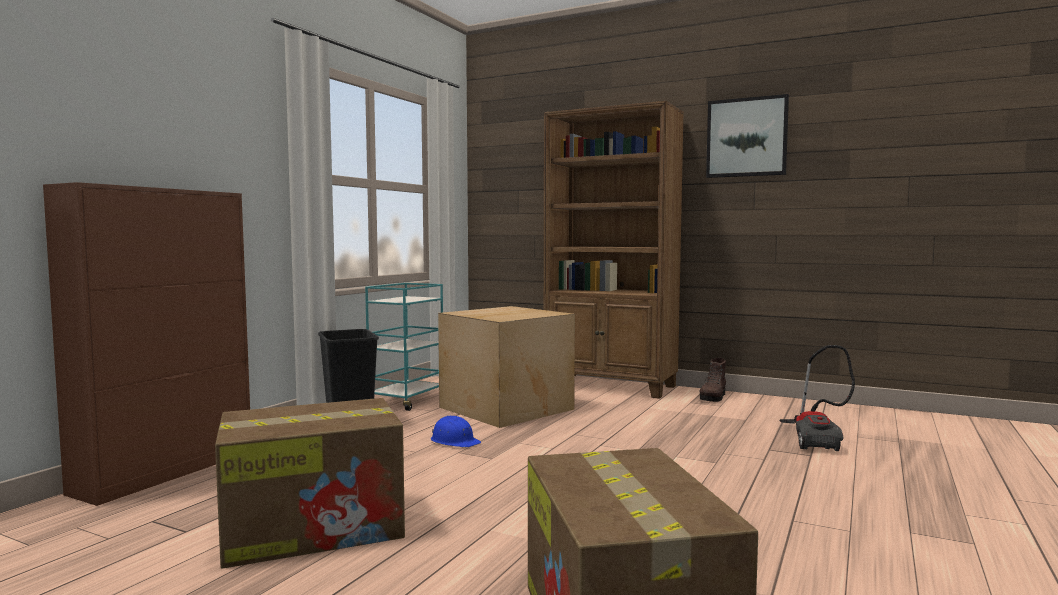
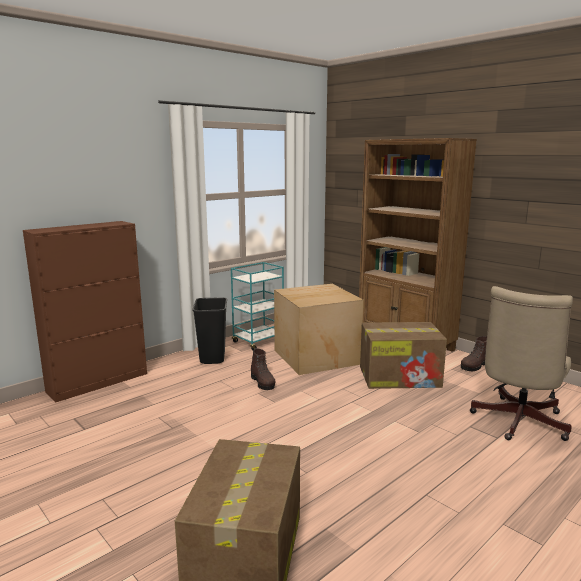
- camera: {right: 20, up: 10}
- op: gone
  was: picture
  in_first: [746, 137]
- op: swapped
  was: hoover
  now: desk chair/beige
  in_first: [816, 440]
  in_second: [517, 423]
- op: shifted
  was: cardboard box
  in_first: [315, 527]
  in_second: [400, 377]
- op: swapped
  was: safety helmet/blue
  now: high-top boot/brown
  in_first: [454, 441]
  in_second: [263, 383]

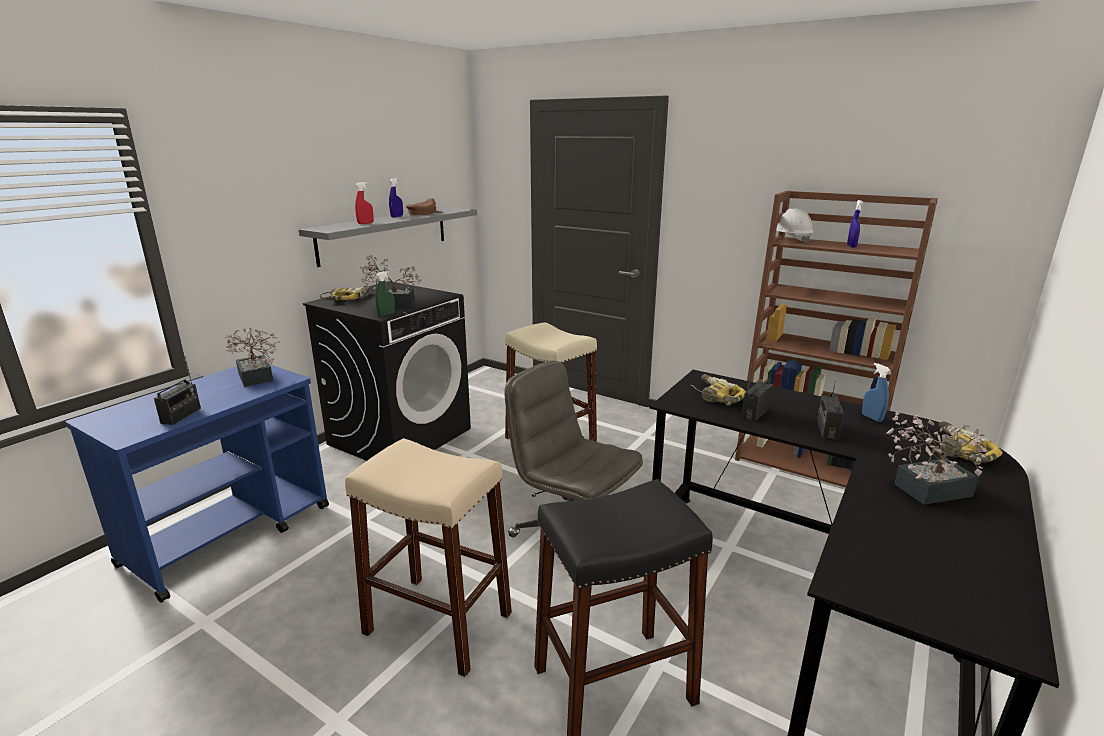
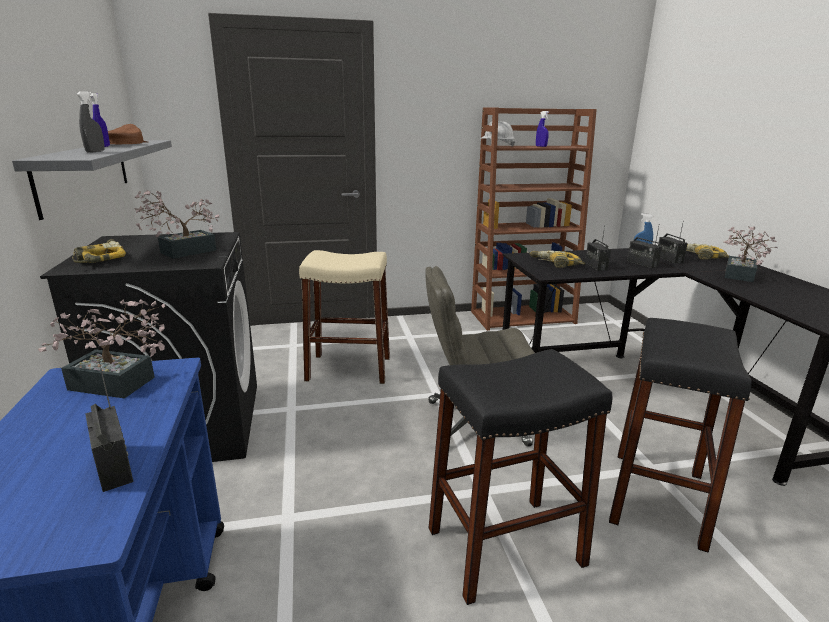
- camera: {right: -45, up: 0}
- op: repainted
  was: sprayer/reddish
  now: sprayer/greyish
  in_first: [365, 223]
  in_second: [95, 151]
- op: gone
  was: sprayer/green
  in_first: [386, 314]
- op: repainted
  was: stool seat/beige
  now: stool seat/blackish
  in_first: [438, 623]
  in_second: [505, 547]
- op: new
  now: radio
  in_second: [669, 259]

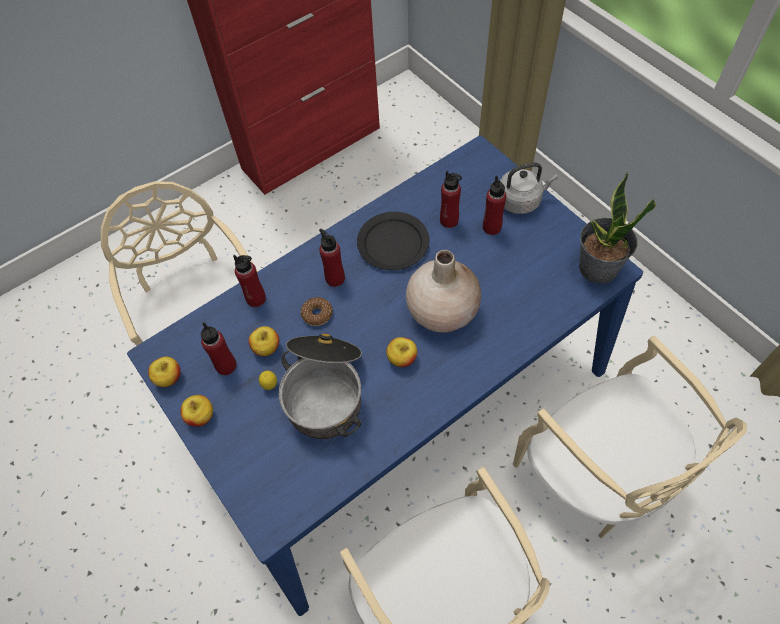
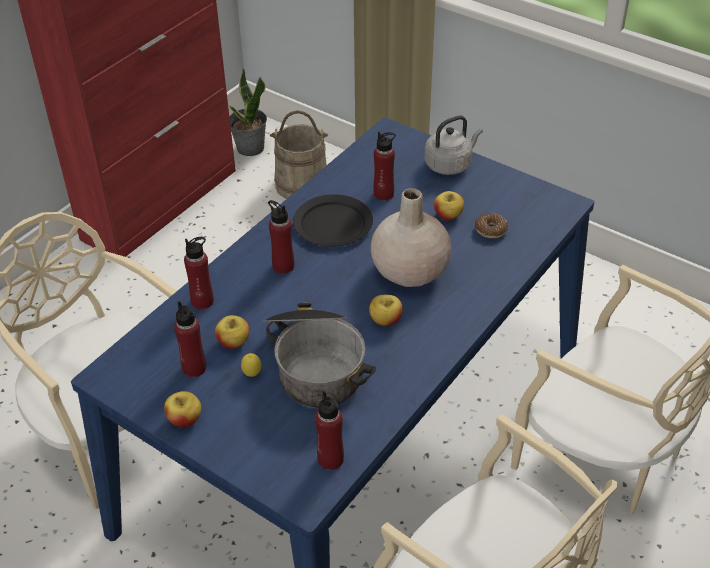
- camera: {right: -20, up: -15}
- op: shifted
  was: plant in a pot
  in_first: [597, 268]
  in_second: [250, 148]
- op: shifted
  was: drink bottle/reddish
  in_first: [491, 227]
  in_second: [330, 459]
- op: shifted
  was: doughnut
  in_first: [317, 314]
  in_second: [491, 230]
- op: shifted
  was: whole apple
  in_first: [169, 378]
  in_second: [448, 215]
- op: new
  now: bucket/beige
  in_second: [302, 184]

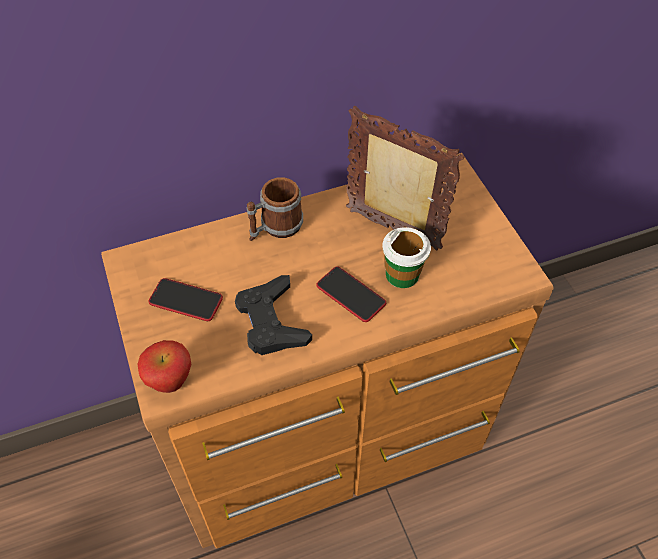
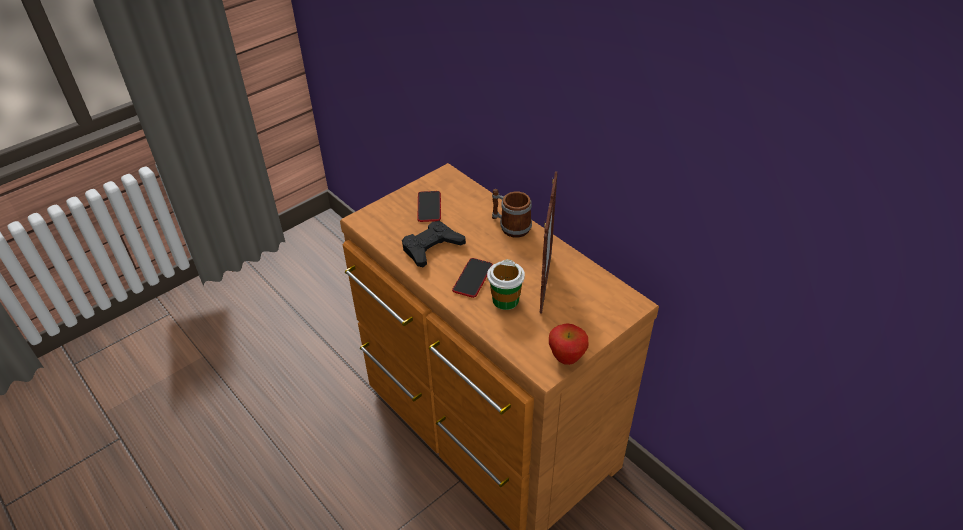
- camera: {right: 70, up: -10}
- op: shifted
  was: whole apple
  in_first: [170, 382]
  in_second: [566, 359]

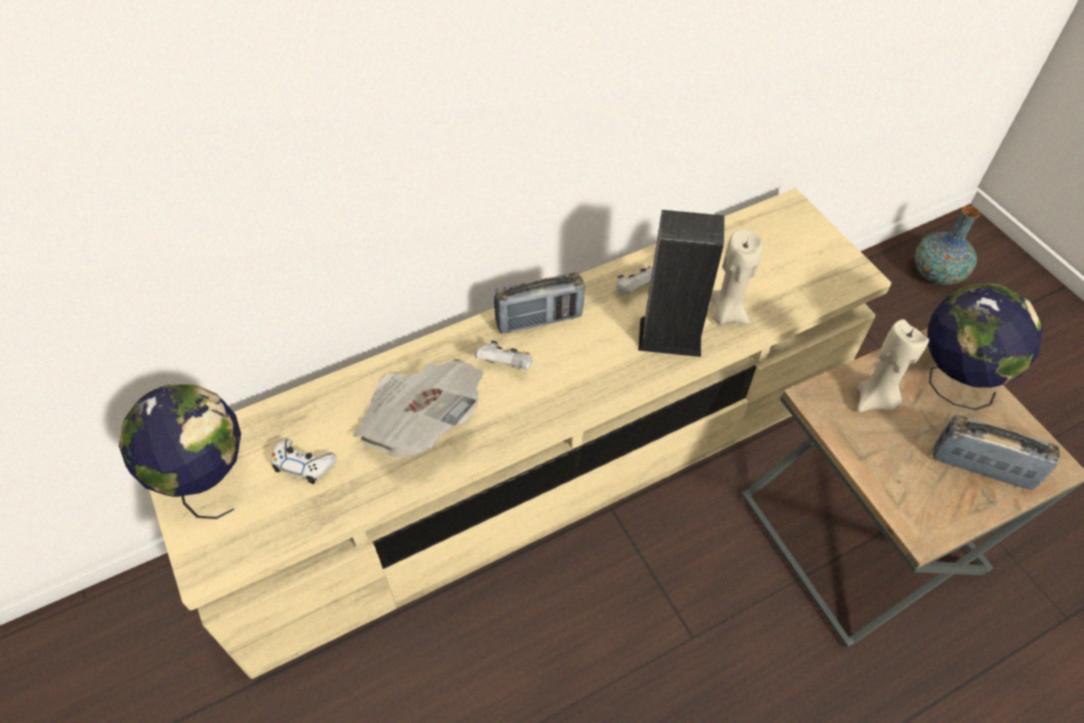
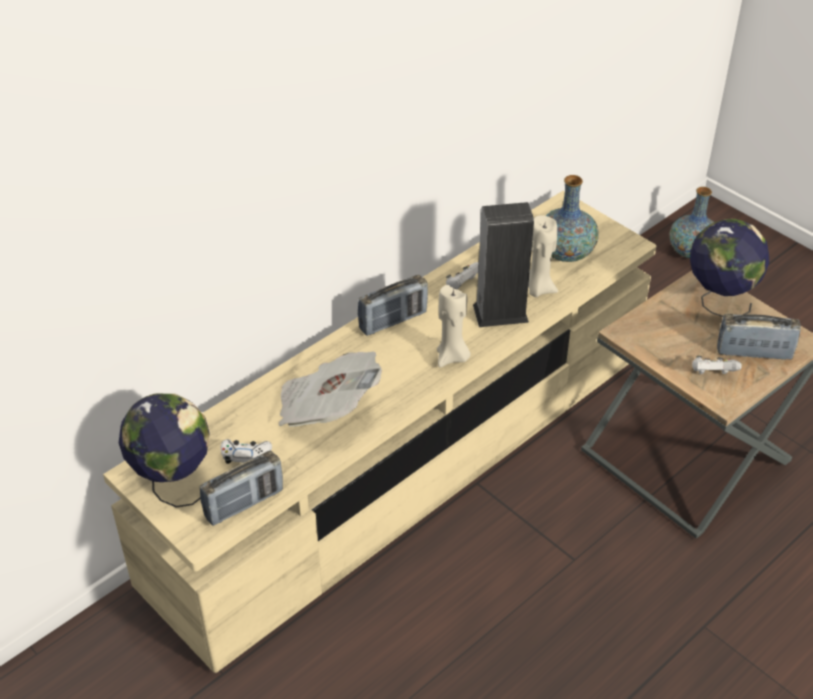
- camera: {right: -15, up: -10}
- op: shifted
  was: wax candle/beige
  in_first: [875, 400]
  in_second: [452, 357]
- op: shifted
  was: gamepad/whitish
  in_first: [506, 366]
  in_second: [712, 374]
- op: new
  now: vase
  in_second: [565, 253]
- op: new
  now: radio
  in_second: [244, 504]

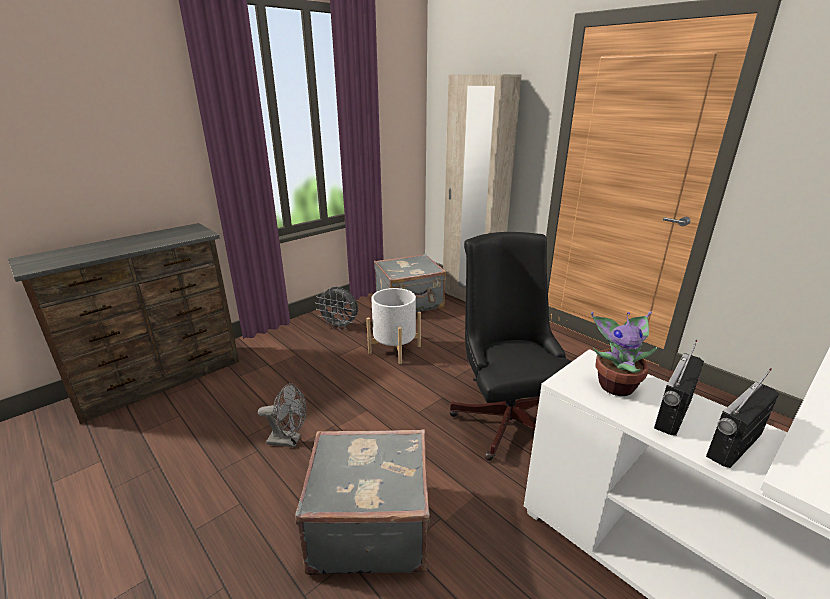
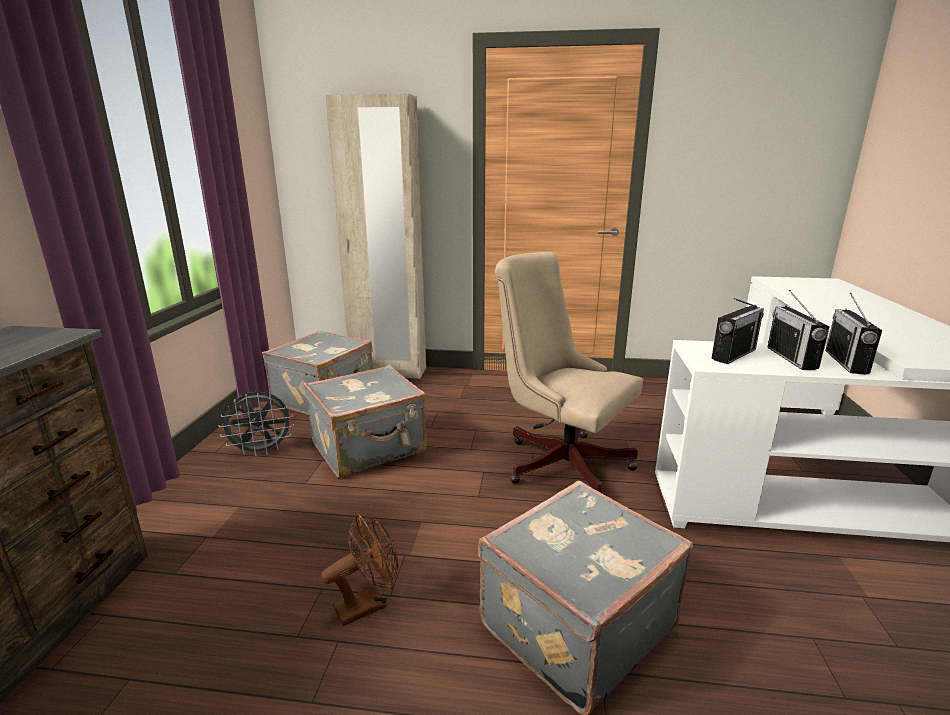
- camera: {right: -40, up: -5}
- op: repainted
  was: desk chair/blackish
  now: desk chair/beige
  in_first: [506, 417]
  in_second: [559, 461]
- op: swapped
  was: planter/whitish
  now: travel case/greyish
  in_first: [394, 349]
  in_second: [370, 448]
- op: swapped
  was: plant in a pot
  now: radio
  in_first: [615, 385]
  in_second: [734, 354]
- op: repainted
  was: electric fan/greyish
  now: electric fan/brown
  in_first: [289, 440]
  in_second: [368, 604]

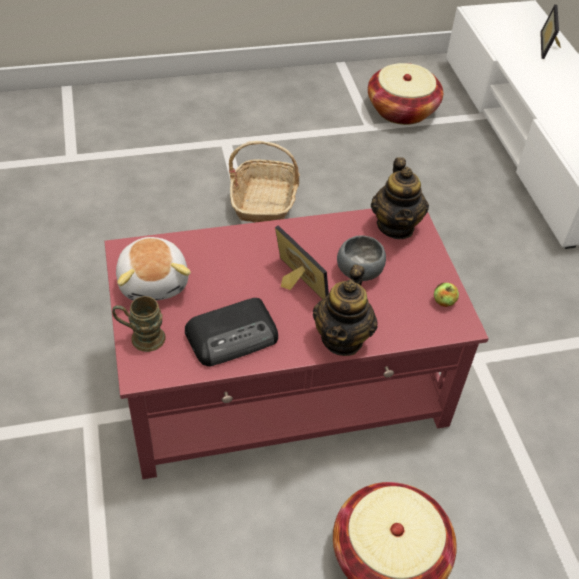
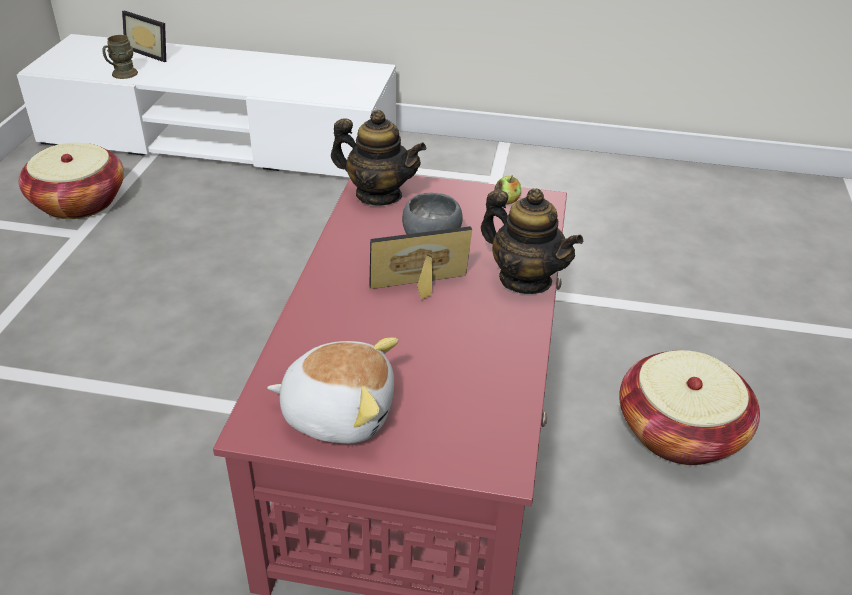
- camera: {right: -65, up: -10}
- op: gone
  was: household basket
  in_first: [264, 200]
- op: shifted
  was: tea mug/brown
  in_first: [141, 338]
  in_second: [121, 75]
- op: gone
  was: radio
  in_first: [233, 336]

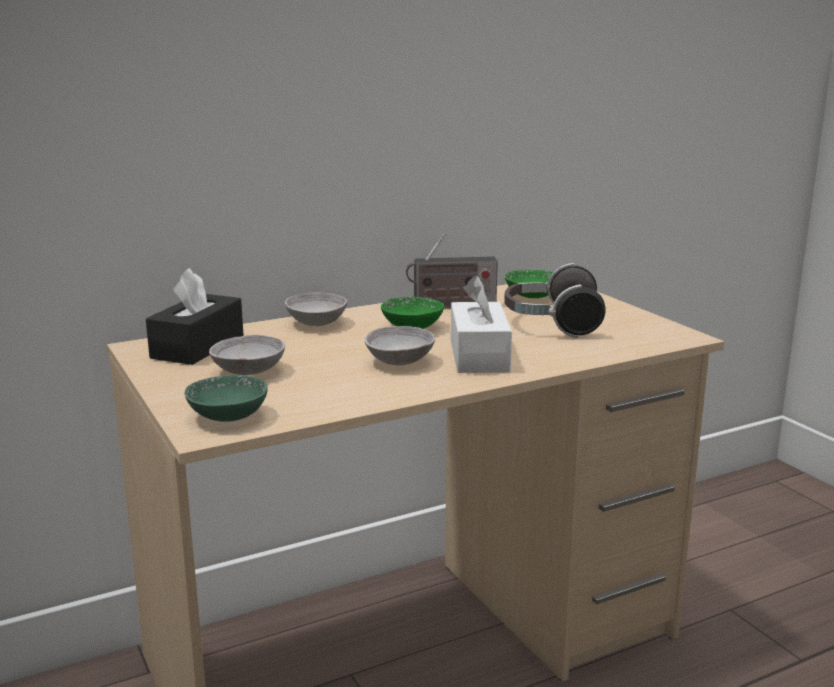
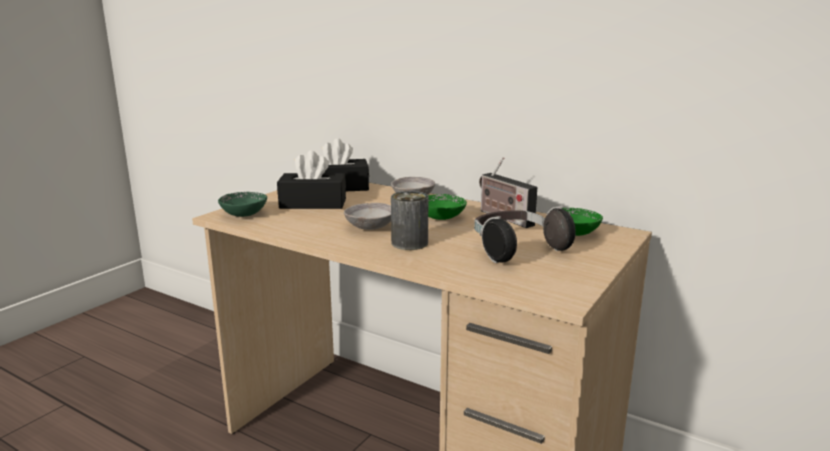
- camera: {right: 60, up: 0}
- op: swapped
  was: tissue holder/whitish
  now: metal can
  in_first: [479, 355]
  in_second: [409, 243]
- op: swapped
  was: serving bowl/greyish
  now: tissue holder/blackish
  in_first: [249, 371]
  in_second: [313, 203]

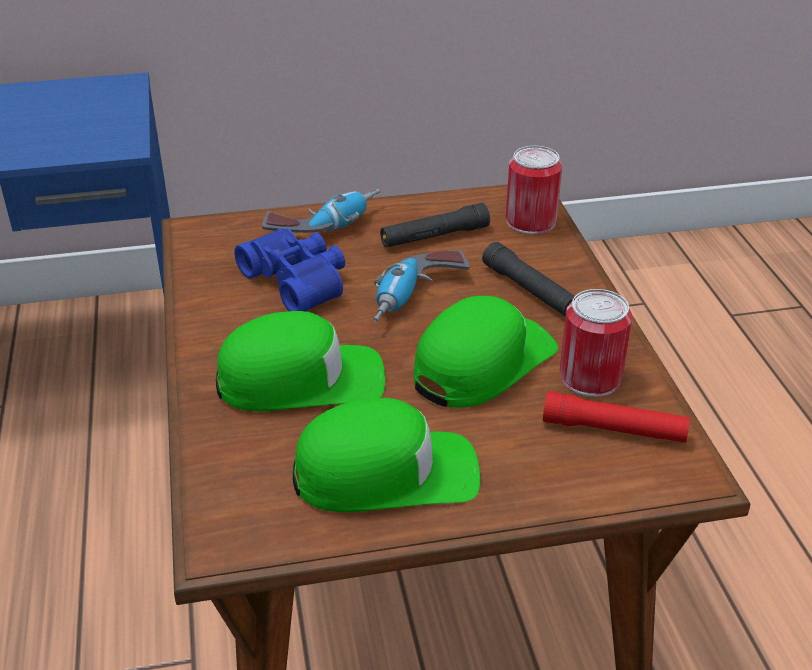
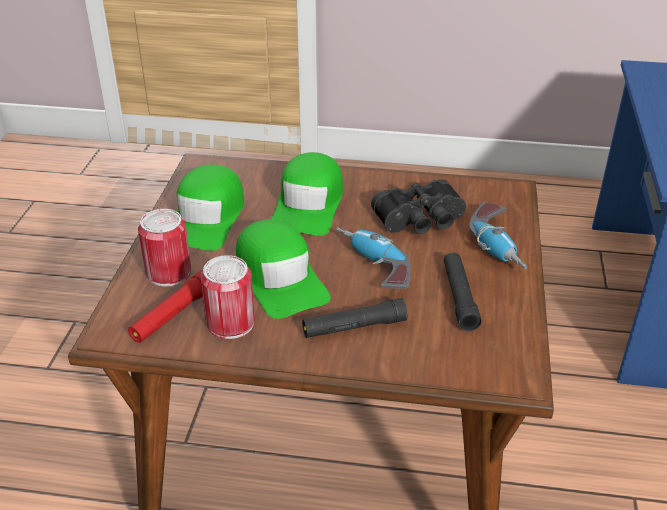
- camera: {right: 110, up: 0}
- op: shifted
  was: metal can
  in_first: [530, 221]
  in_second: [168, 272]
- op: repainted
  was: binoculars/blue
  now: binoculars/blackish
  in_first: [299, 281]
  in_second: [421, 221]

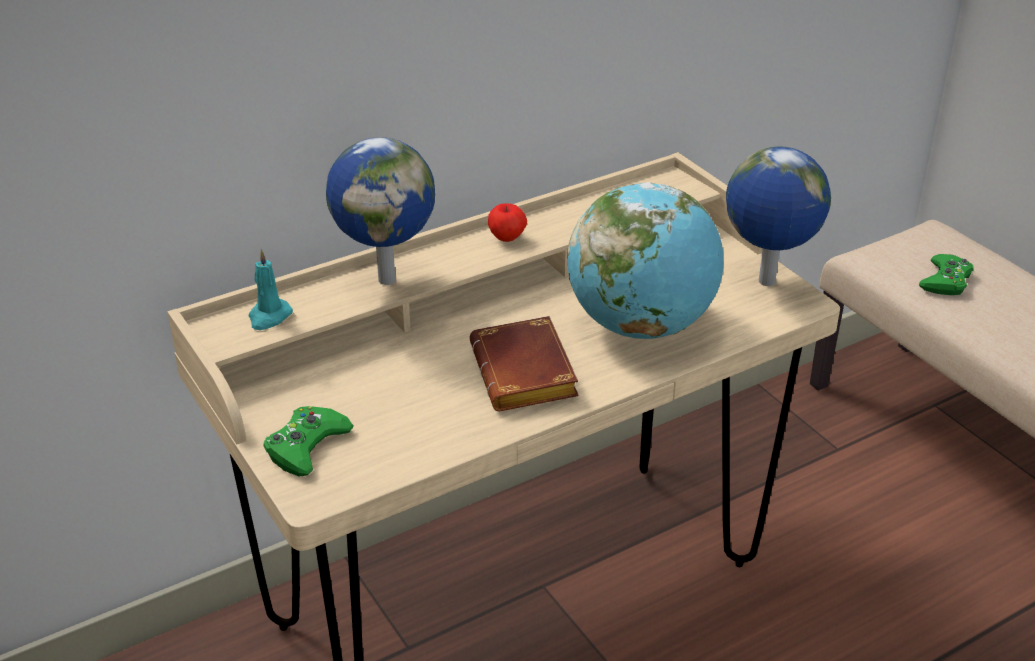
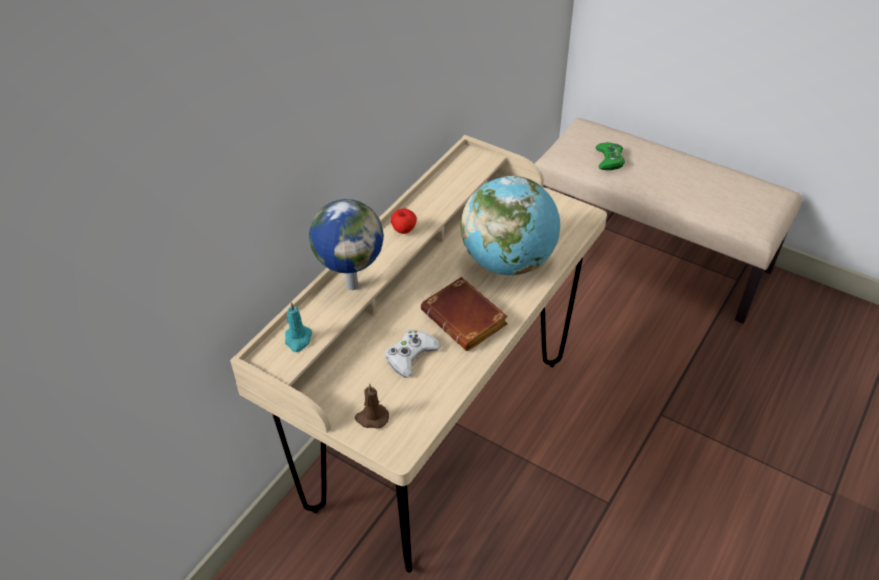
- camera: {right: -25, up: 10}
- op: gone
  was: globe
  in_first: [766, 282]
- op: swapped
  was: gamepad/green
  now: wax candle/brown
  in_first: [306, 446]
  in_second: [371, 418]
- op: new
  now: gamepad/whitish
  in_second: [411, 355]

